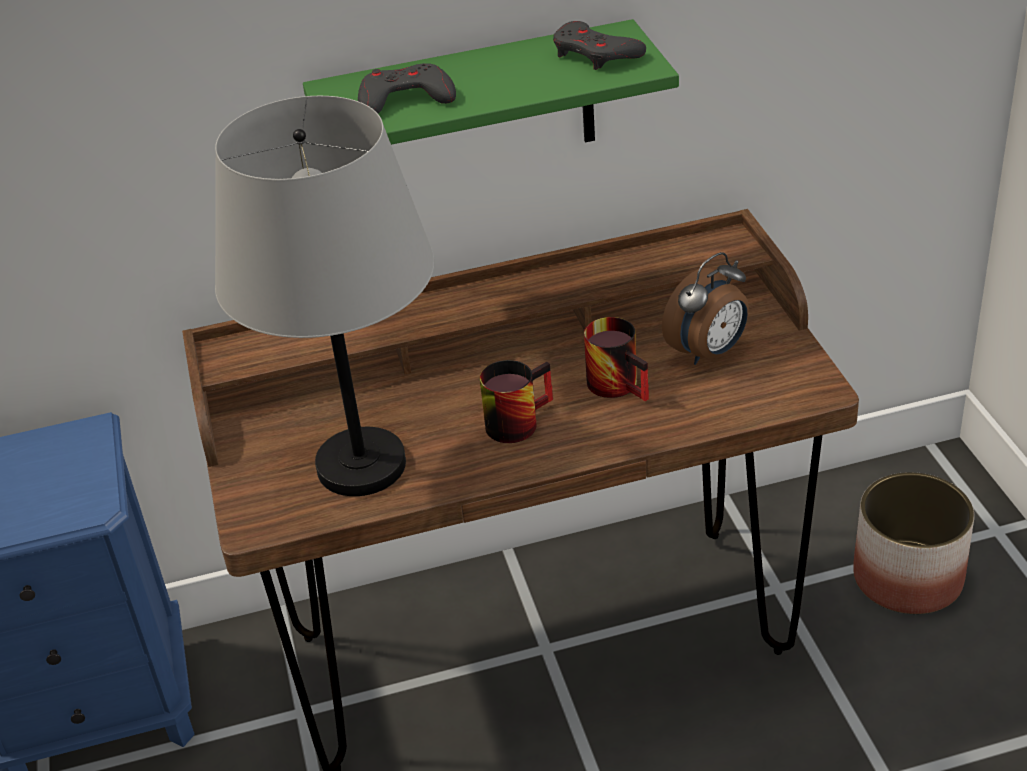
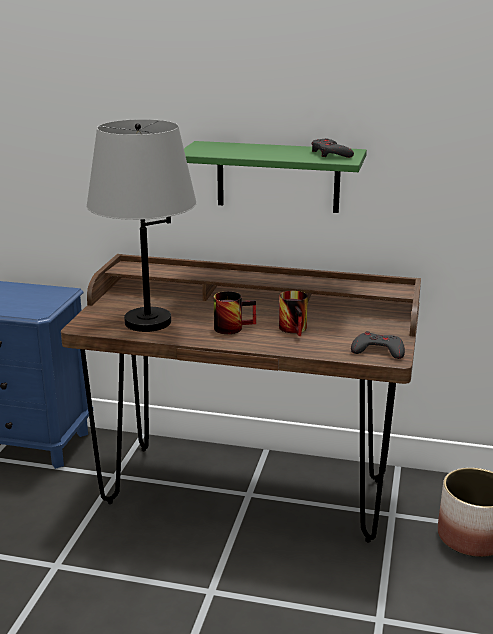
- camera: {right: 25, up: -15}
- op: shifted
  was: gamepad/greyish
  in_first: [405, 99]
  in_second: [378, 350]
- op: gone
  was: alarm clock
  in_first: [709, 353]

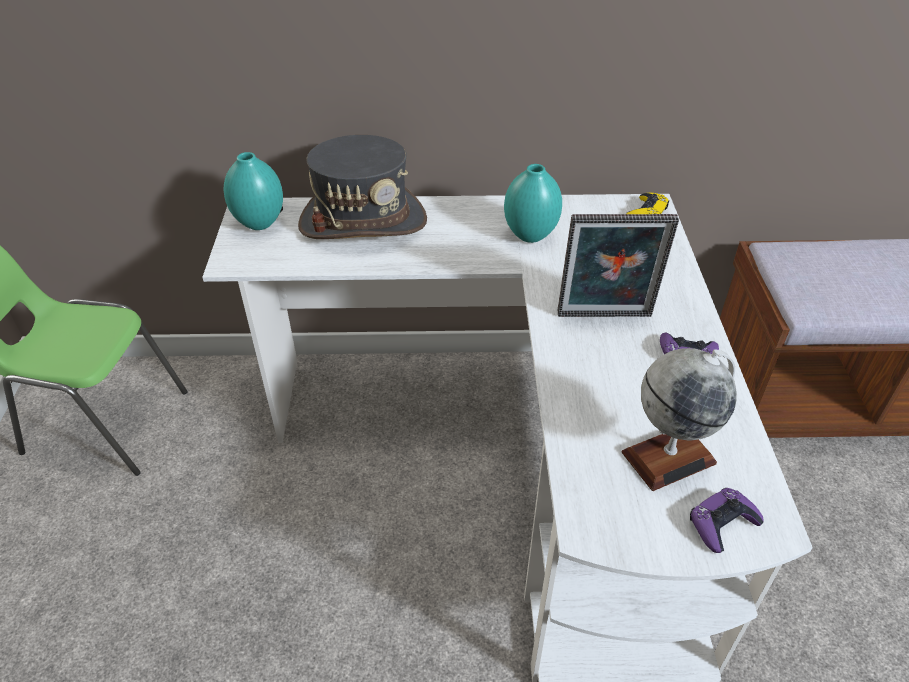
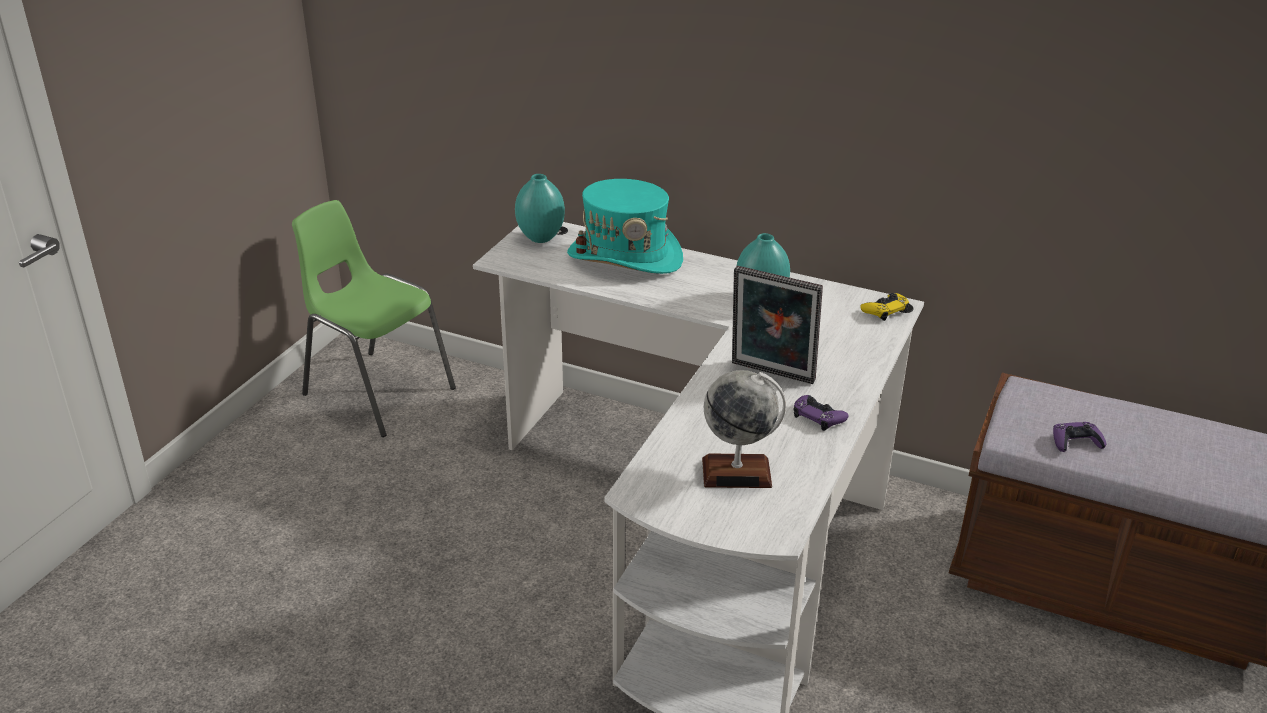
- camera: {right: 25, up: -10}
- op: repainted
  was: clothing hat/greyish
  now: clothing hat/turquoise-coloured
  in_first: [363, 221]
  in_second: [625, 257]
- op: shifted
  was: gamepad/purple
  in_first: [722, 523]
  in_second: [1076, 442]

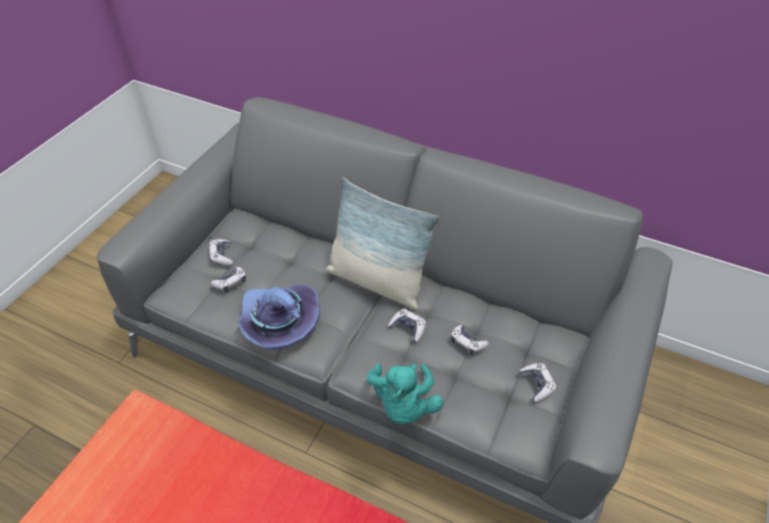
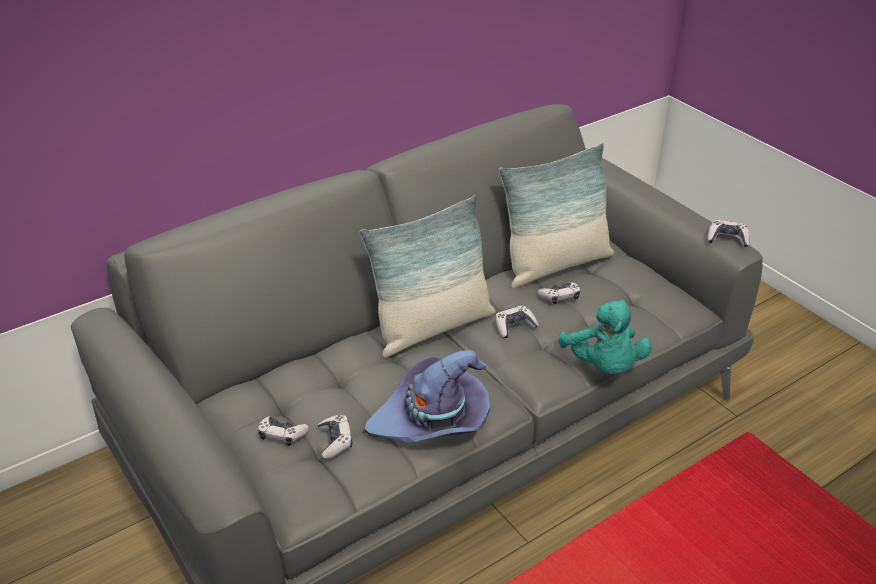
- camera: {right: -60, up: -10}
- op: rotated
  was: plush toy/turquoise-coloured
  in_first: [403, 405]
  in_second: [603, 366]
  clockwise: 45
- op: shifted
  was: gamepad
  in_first: [537, 384]
  in_second: [727, 239]
- op: new
  now: cushion
  in_second: [555, 264]

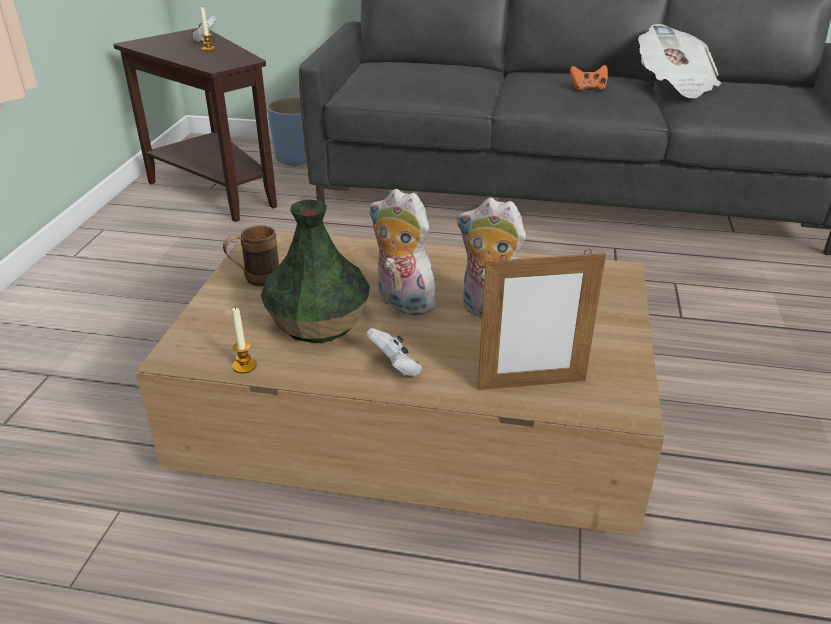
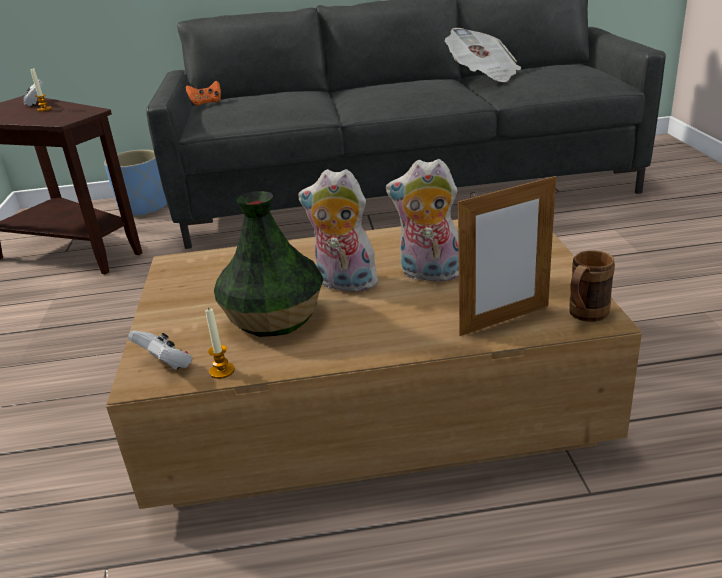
- camera: {right: -15, up: -5}
- op: shifted
  was: gamepad/orange-coloured
  in_first: [588, 88]
  in_second: [206, 103]
- op: shifted
  was: tea mug/brown
  in_first: [255, 280]
  in_second: [583, 316]
- op: shifted
  was: gamepad/whitish
  in_first: [396, 368]
  in_second: [166, 364]

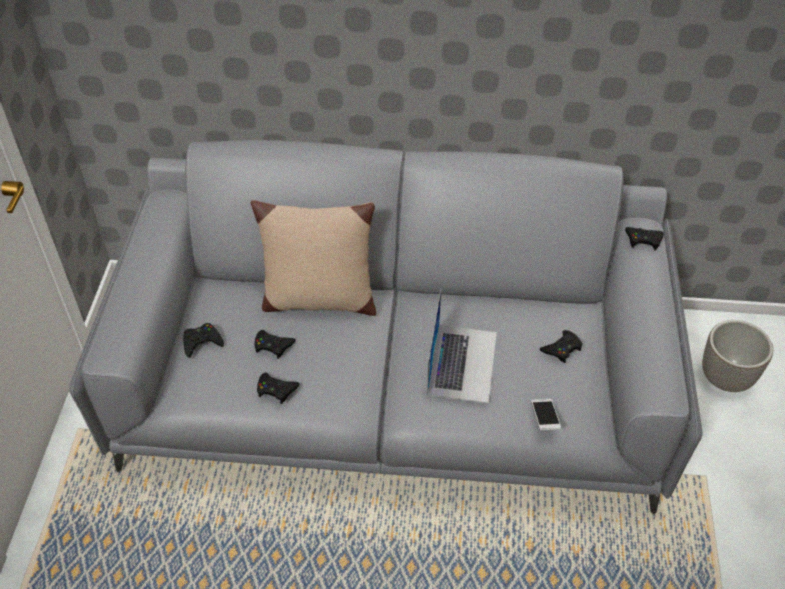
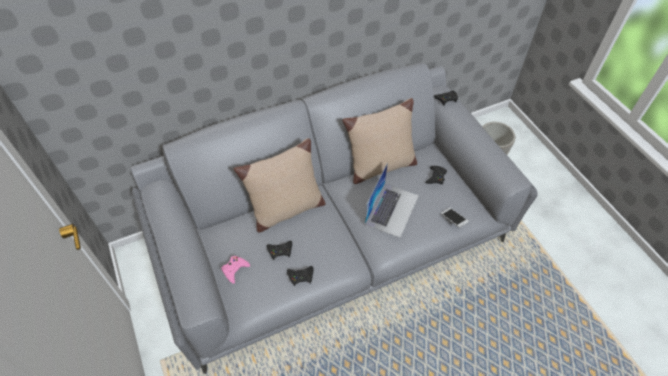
- camera: {right: -30, up: 5}
- op: rotated
  was: portable computer
  in_first: [462, 362]
  in_second: [391, 209]
  clockwise: 45
- op: repainted
  was: gamepad/blackish
  now: gamepad/pink-coloured
  in_first: [202, 342]
  in_second: [235, 270]
- op: new
  now: cushion/beige
  in_second: [379, 166]

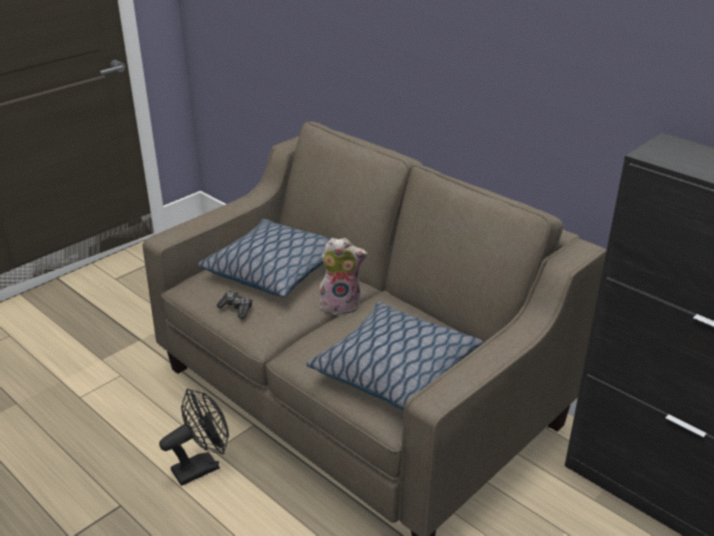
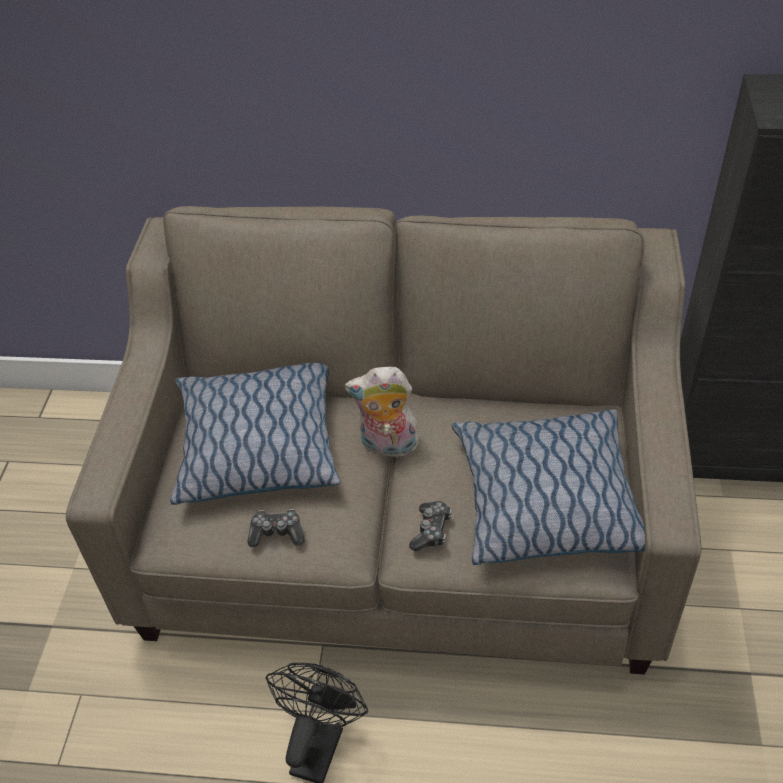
- camera: {right: -35, up: 15}
- op: rotated
  was: plush toy
  in_first: [341, 305]
  in_second: [387, 446]
  clockwise: -135
- op: new
  now: gamepad
  in_second: [431, 530]

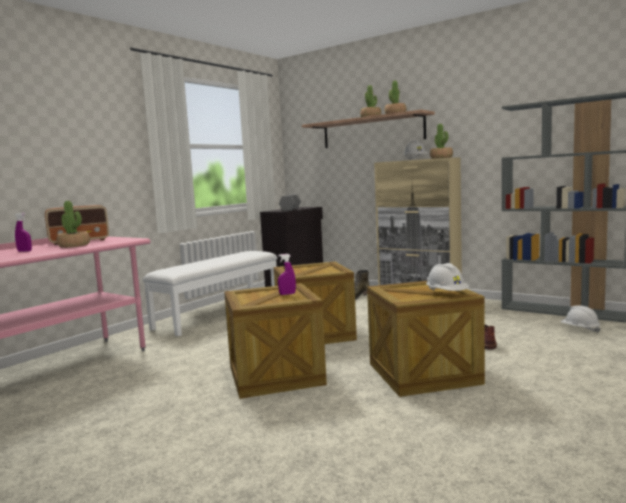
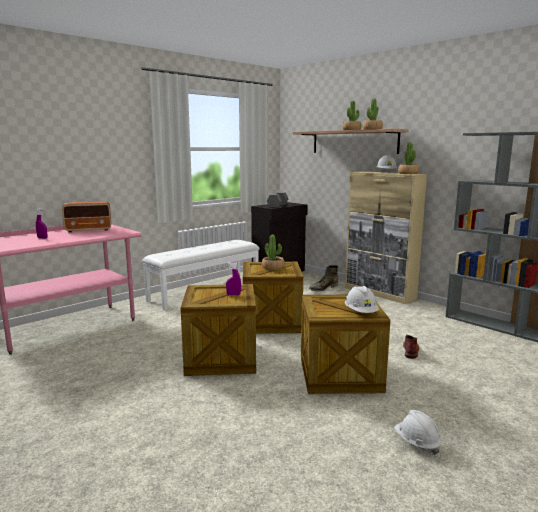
- camera: {right: 10, up: 5}
- op: shifted
  was: plant in a pot
  in_first: [74, 245]
  in_second: [273, 268]
- op: shifted
  was: safety helmet/whitish
  in_first: [579, 330]
  in_second: [416, 443]

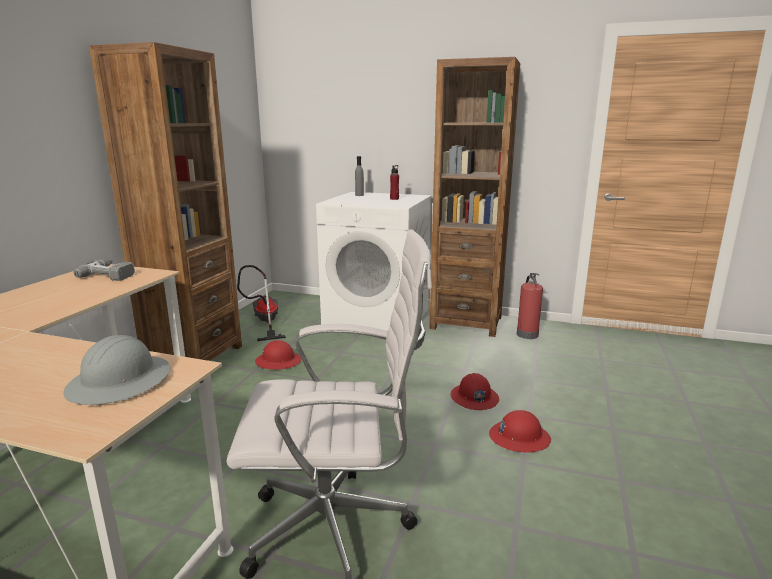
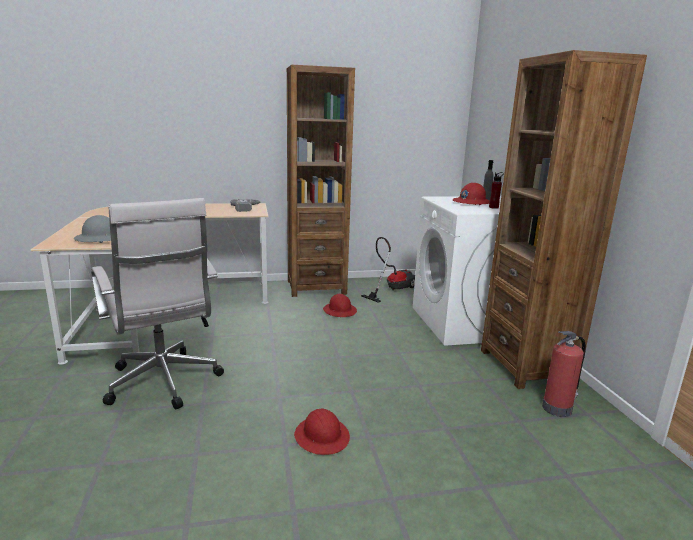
- camera: {right: 60, up: 0}
- op: shifted
  was: safety helmet/reddish
  in_first: [474, 398]
  in_second: [471, 202]

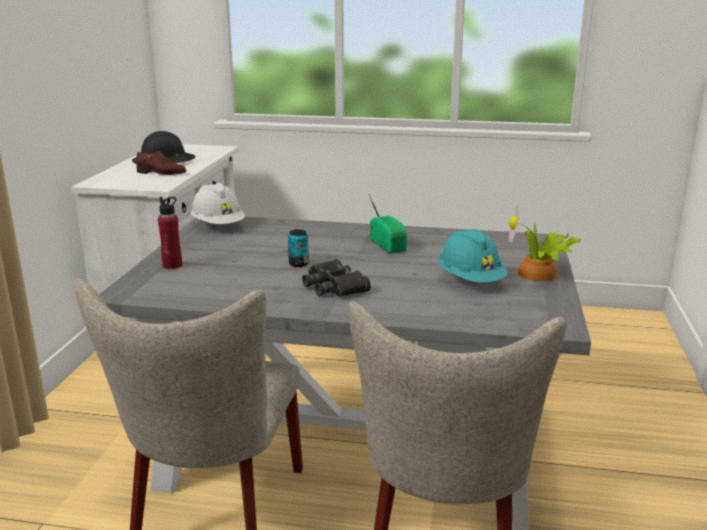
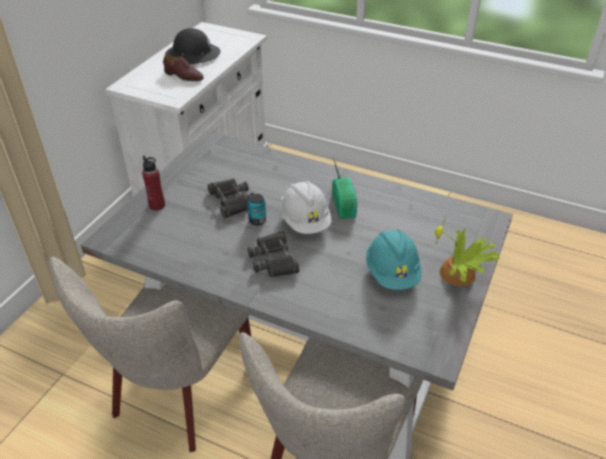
- camera: {right: 15, up: 20}
- op: shifted
  was: safety helmet/whitish
  in_first: [218, 226]
  in_second: [305, 221]
- op: new
  now: binoculars/blackish
  in_second: [231, 201]

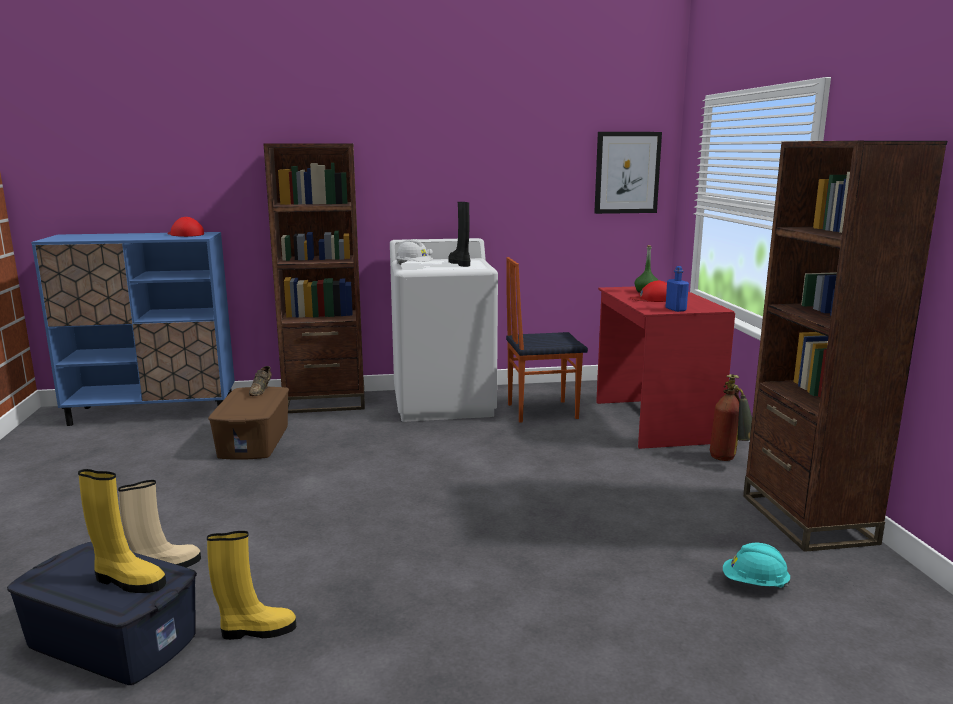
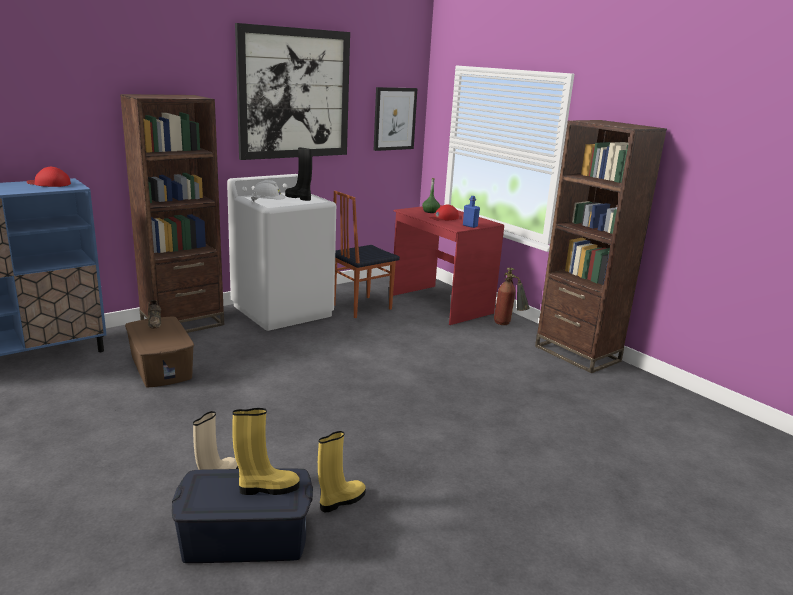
- camera: {right: -30, up: 5}
- op: gone
  was: safety helmet/turquoise-coloured
  in_first: [754, 584]
- op: new
  now: picture
  in_second: [294, 94]

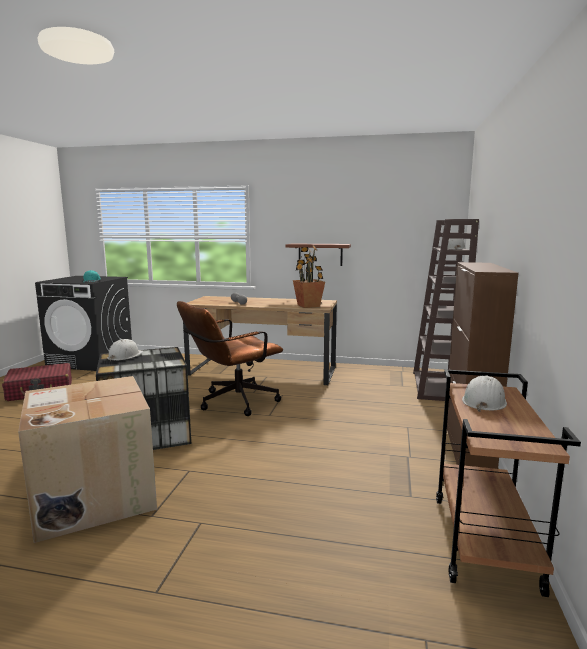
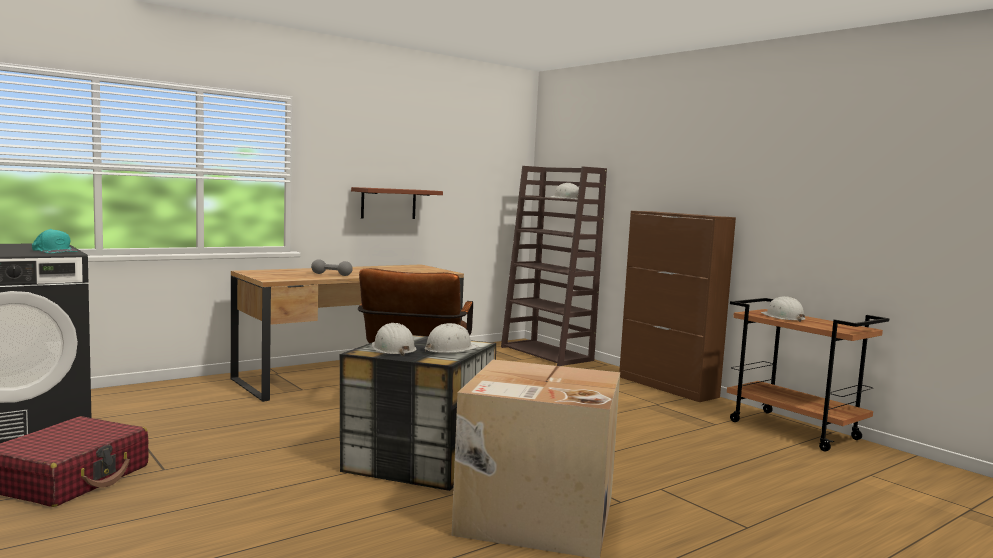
- camera: {right: -50, up: -5}
- op: gone
  was: plant in a pot
  in_first: [308, 306]
- op: new
  now: safety helmet/whitish
  in_second: [450, 349]

